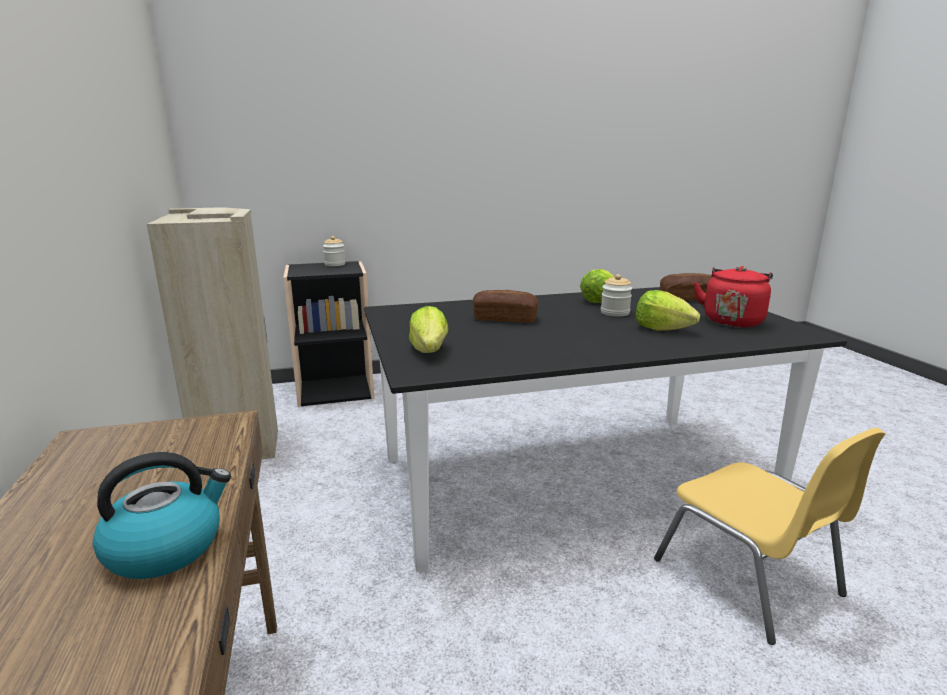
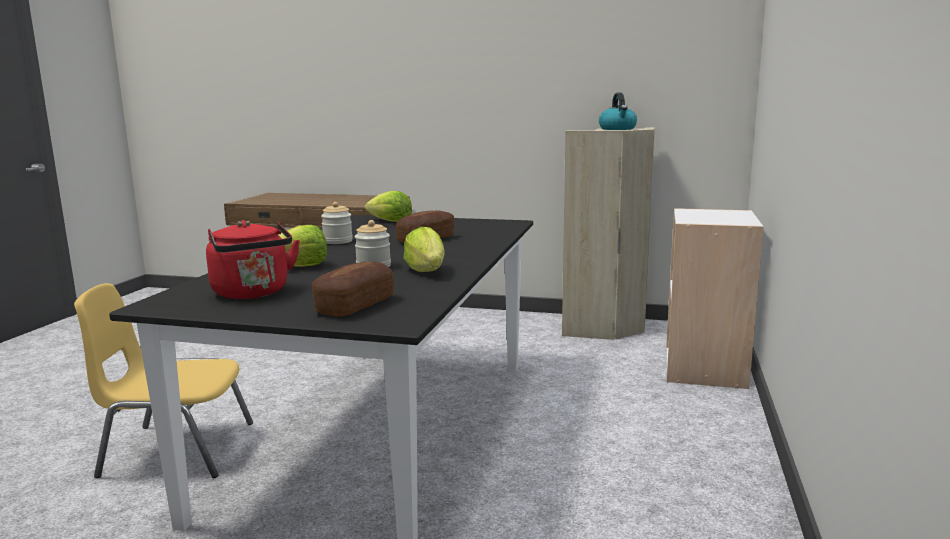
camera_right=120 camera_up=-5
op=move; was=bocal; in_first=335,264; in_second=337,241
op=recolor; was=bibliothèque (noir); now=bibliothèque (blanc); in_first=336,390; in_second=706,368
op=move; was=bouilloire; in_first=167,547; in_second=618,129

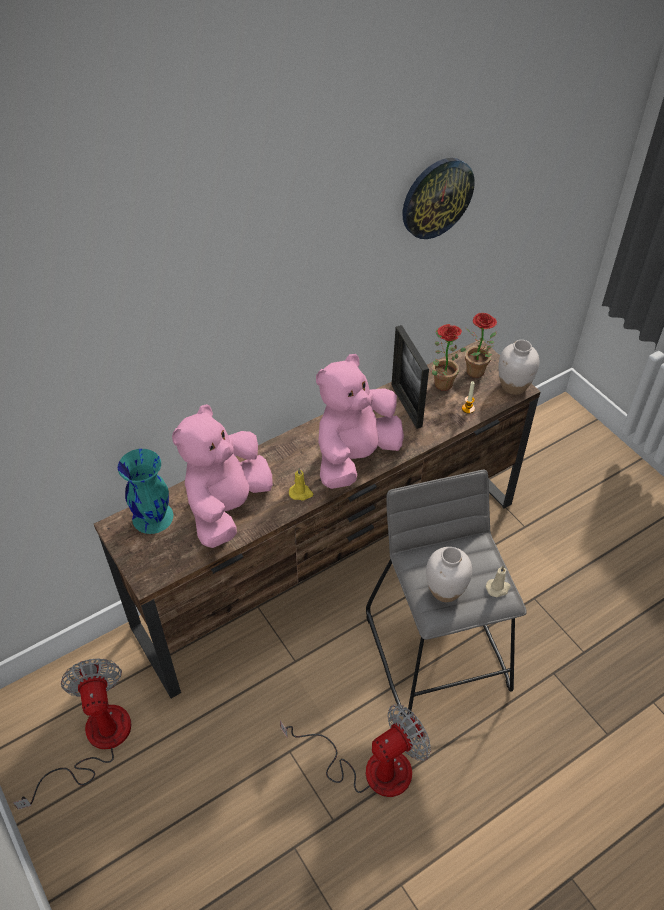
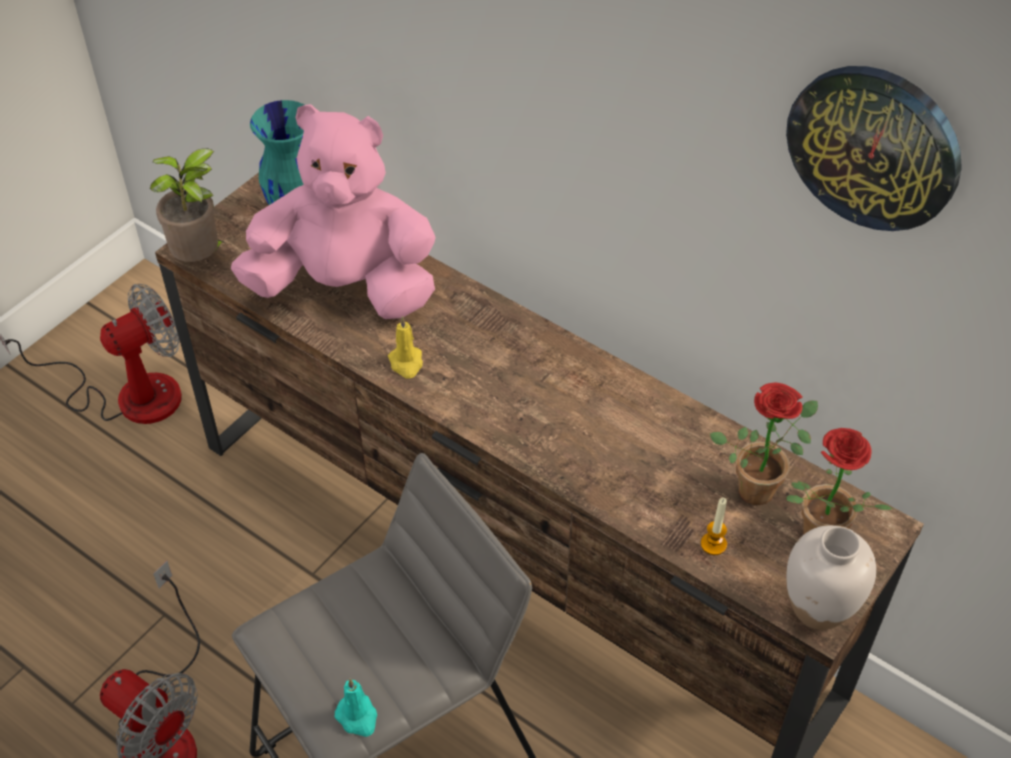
camera_right=70 camera_up=0
op=delete; was=cadre photo; in_first=406,405
op=delete; was=peluche (rose); in_first=355,456
op=delete; was=vase (blanc); in_first=445,590
op=recolor; was=bougie (beige); now=bougie (turquoise); in_first=498,588; in_second=358,717
op=insert; now=plante en pot; in_second=201,259

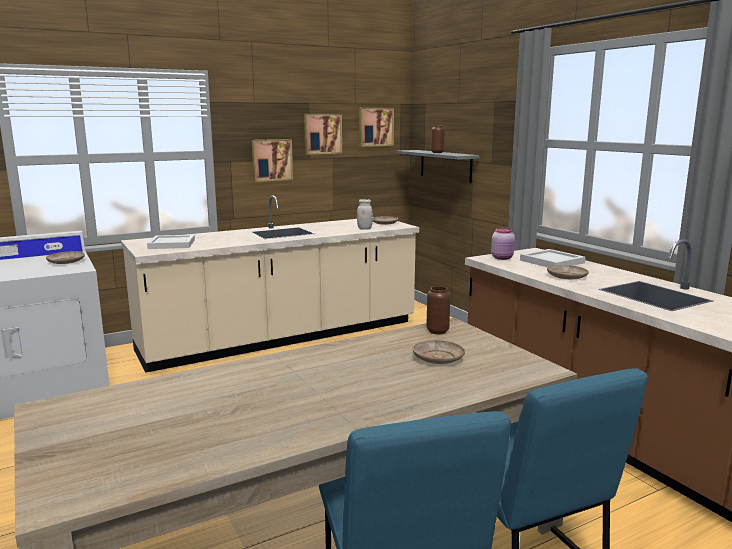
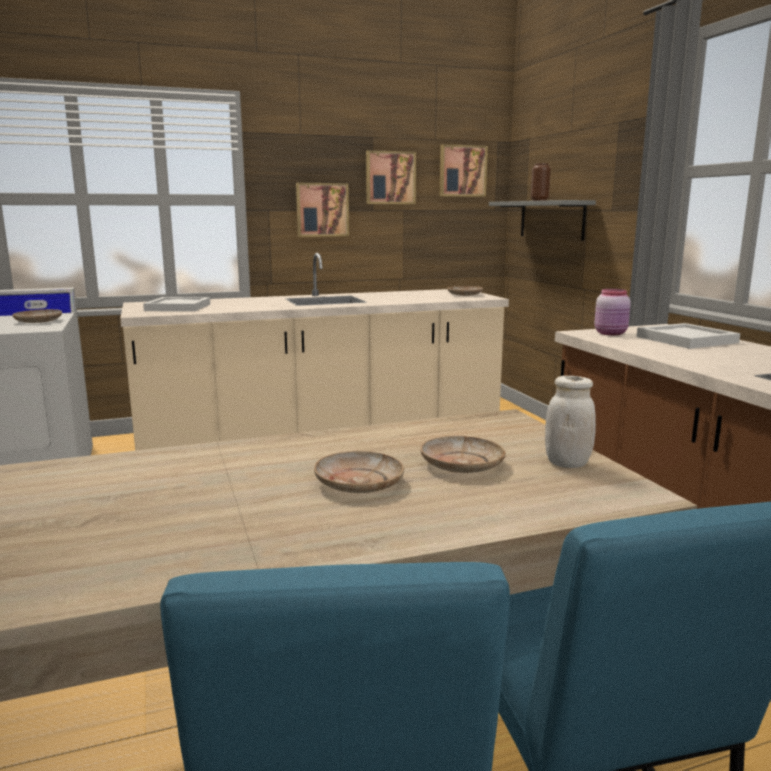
camera_right=10 camera_up=0
op=move; was=bocal (blanc); in_first=364,228; in_second=567,463
op=move; was=assiette (beige); in_first=566,277; in_second=359,483
op=delete; was=vase (marron); in_first=437,331

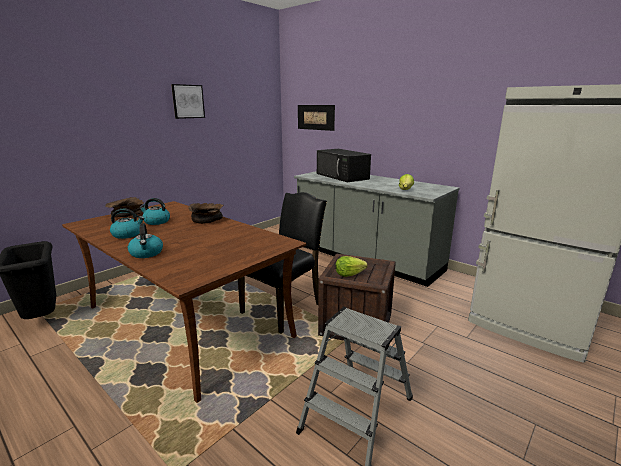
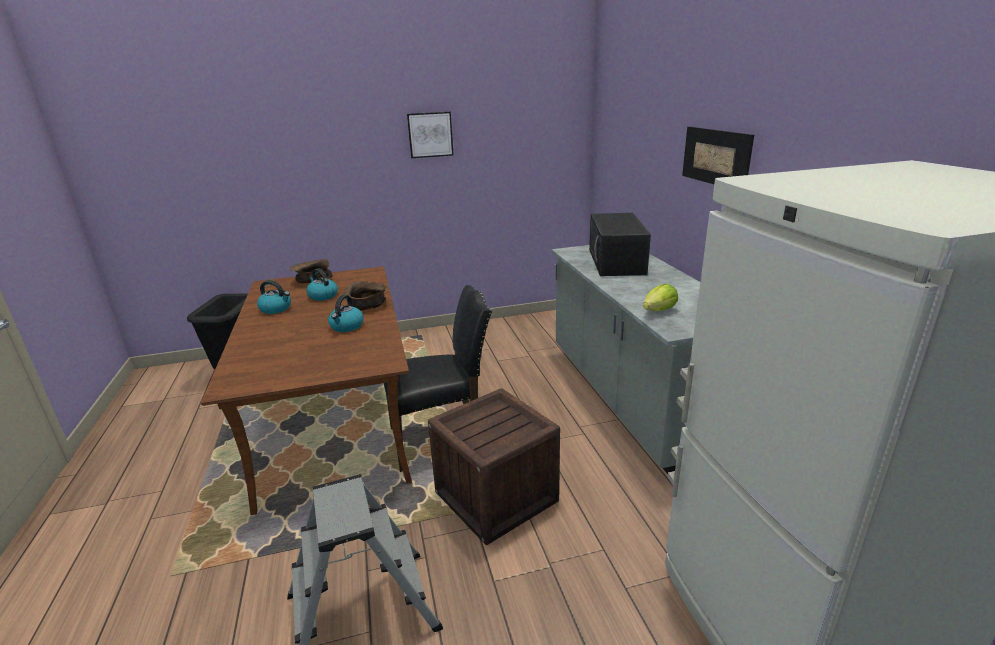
camera_right=35 camera_up=5
op=move; was=tableau; in_first=315,117; in_second=715,157
op=move; was=bouilloire; in_first=146,253; in_second=347,326
op=delete; was=laitue; in_first=349,274

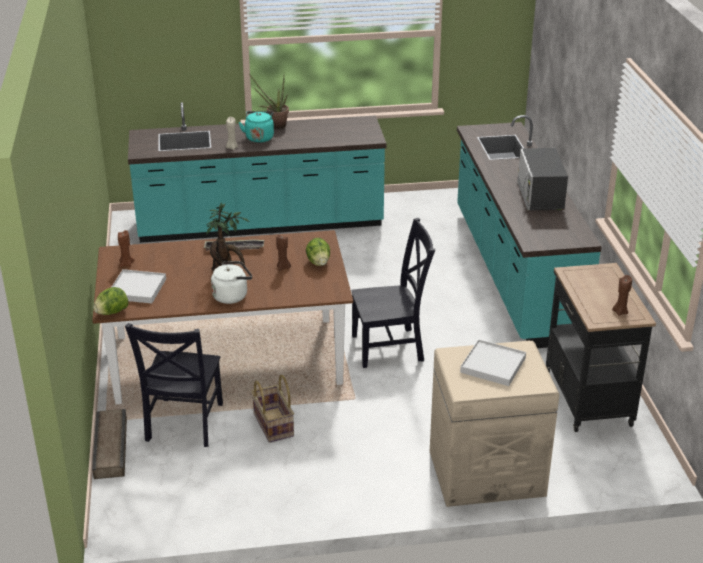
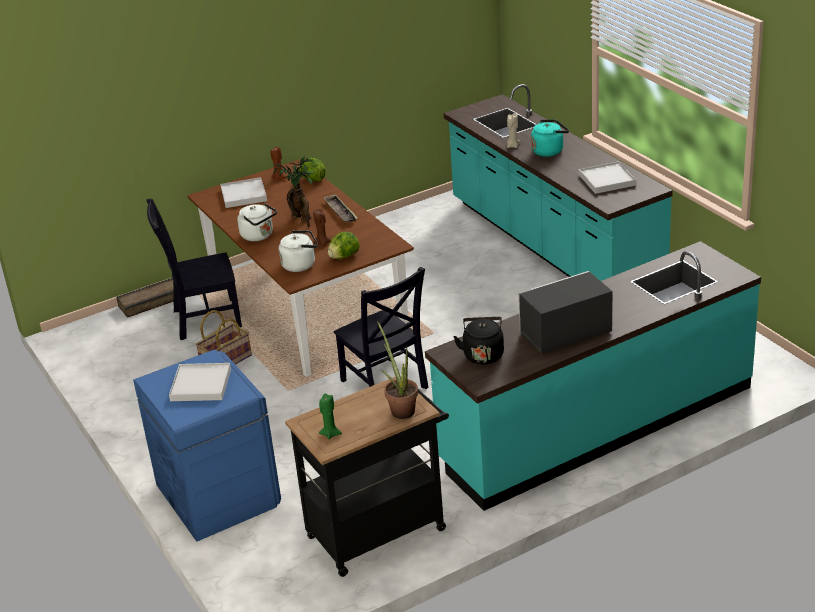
camera_right=70 camera_up=0
op=move; was=plante en pot; in_first=274,126; in_second=400,409
op=recolor; was=bougie (marron); now=bougie (vert); in_first=620,312; in_second=330,434
op=move; was=laitue; in_first=112,312; in_second=312,180
op=recolor; was=lave-linge (beige); now=lave-linge (bleu); in_first=484,469; in_second=219,493
op=insert; now=plateau (blanc); in_second=607,180
op=insert; now=bouilloire (blanc); in_second=301,264
op=insert; now=bouilloire (noir); in_second=483,354

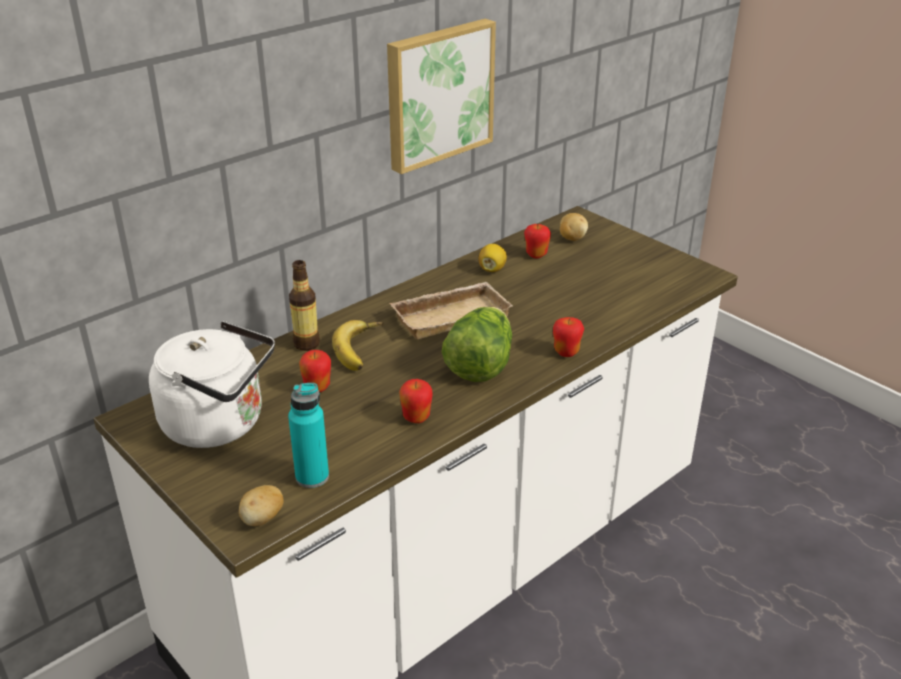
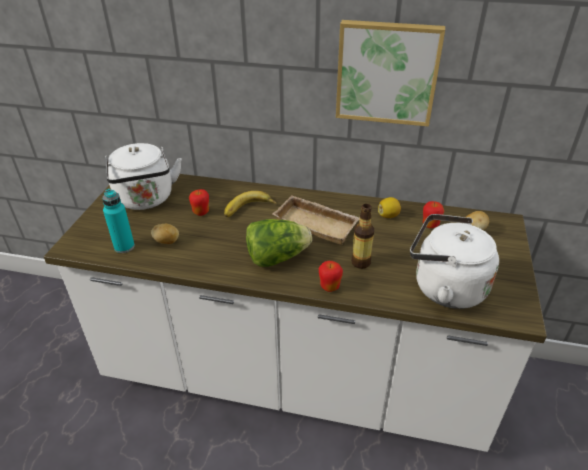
camera_right=55 camera_up=5
op=move; was=bouteille; in_first=306,344; in_second=361,262
op=delete; was=pomme; in_first=416,418
op=move; was=pomme de terre; in_first=262,519; in_second=167,242
op=insert; now=bouilloire (blanc); in_second=444,287

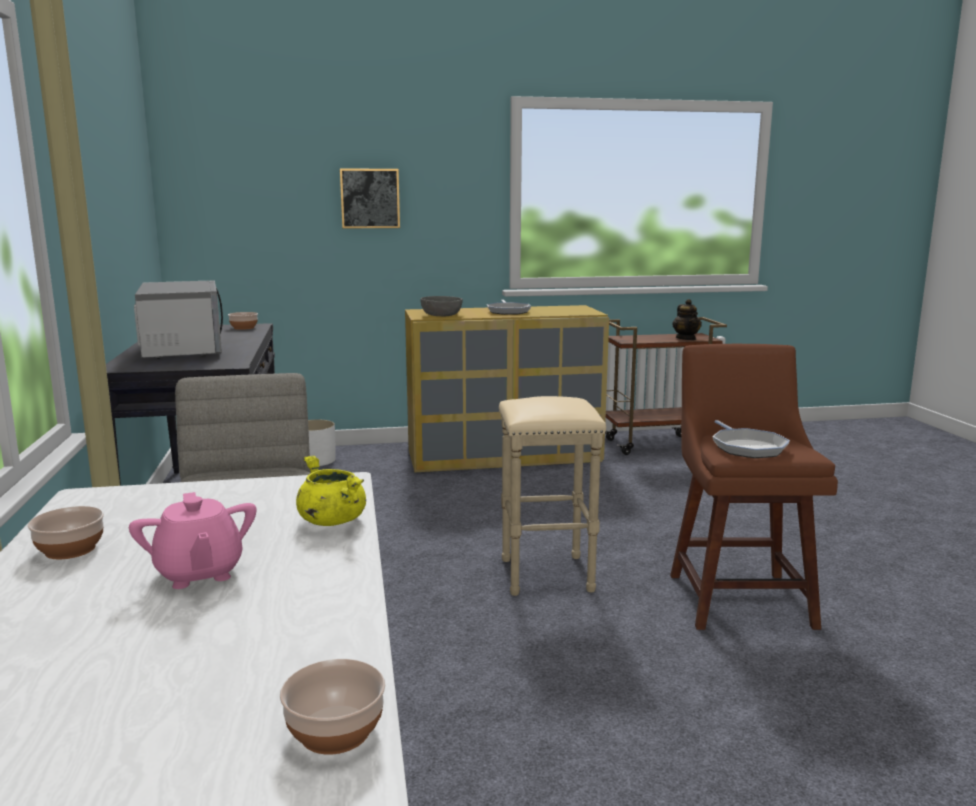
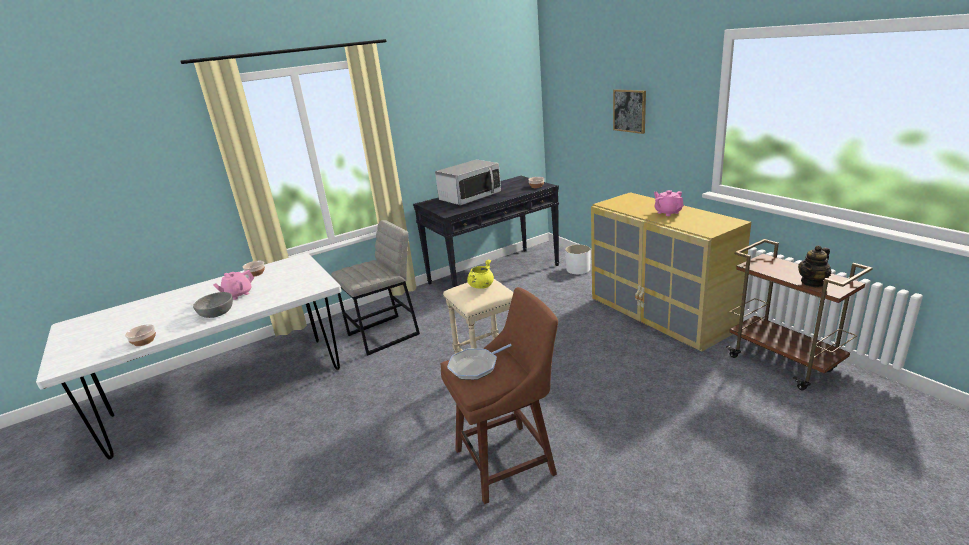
camera_right=70 camera_up=10
op=move; was=bol (gris); in_first=442,315; in_second=217,313
op=replace; was=poêle; now=théière (rose); in_first=508,311; in_second=667,212
op=move; was=marmite (jaune); in_first=331,521; in_second=481,286

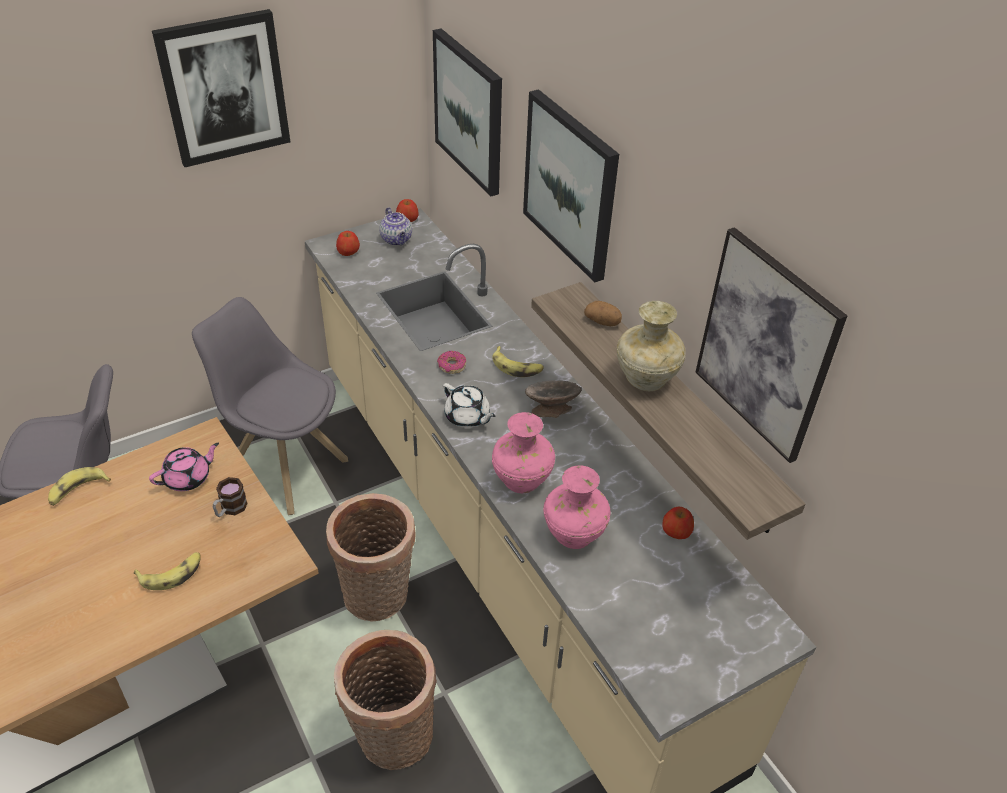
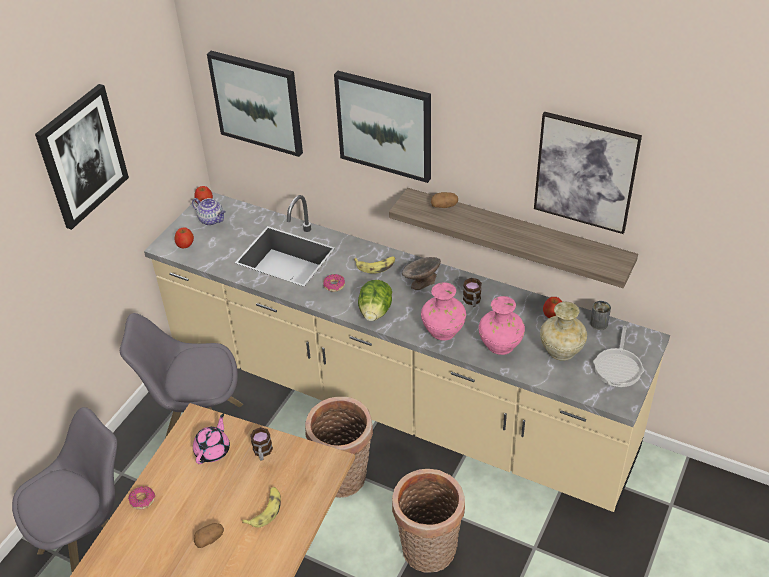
camera_right=-30 camera_up=0
op=move; was=vase (beige); in_first=645,380; in_second=561,352
op=replace; was=théière (blanc); now=laitue; in_first=467,417; in_second=375,312
op=replace; was=banane; now=beignet; in_first=78,490; in_second=142,500
op=insert; now=mug; in_second=472,301
op=insert; now=boîte métallique; in_second=598,323
op=insert; now=poêle; in_second=618,367
op=insert; now=pomme de terre; in_second=210,539

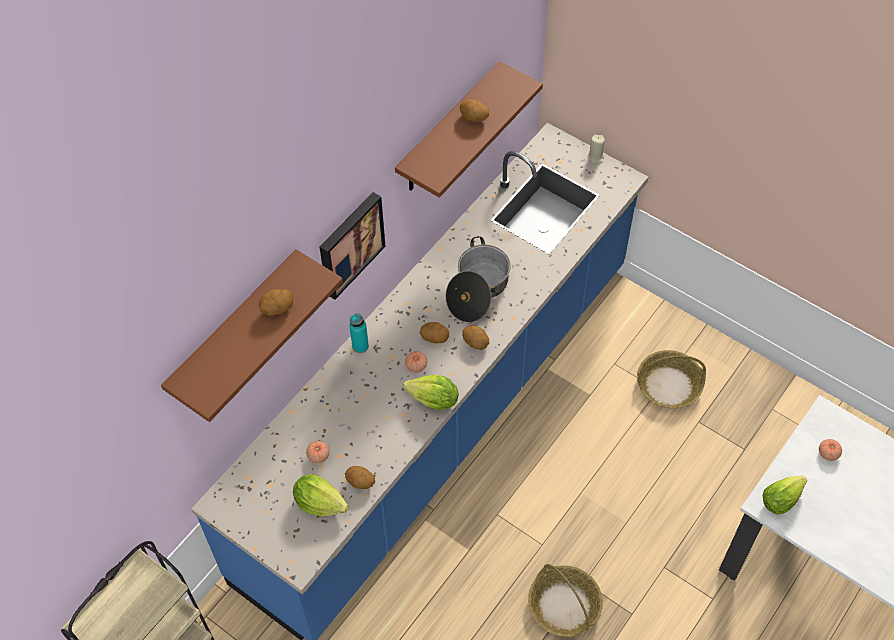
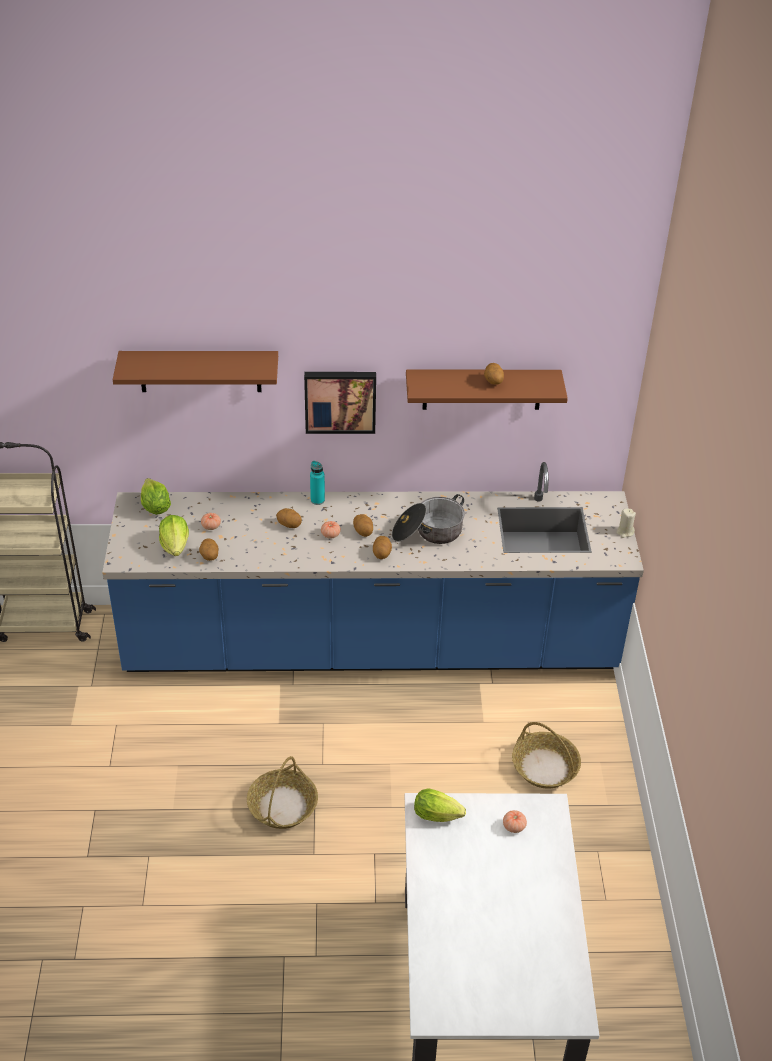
camera_right=50 camera_up=-15
op=move; was=pomme de terre; in_first=277,308; in_second=289,525
op=move; was=laitue; in_first=434,401; in_second=155,507

